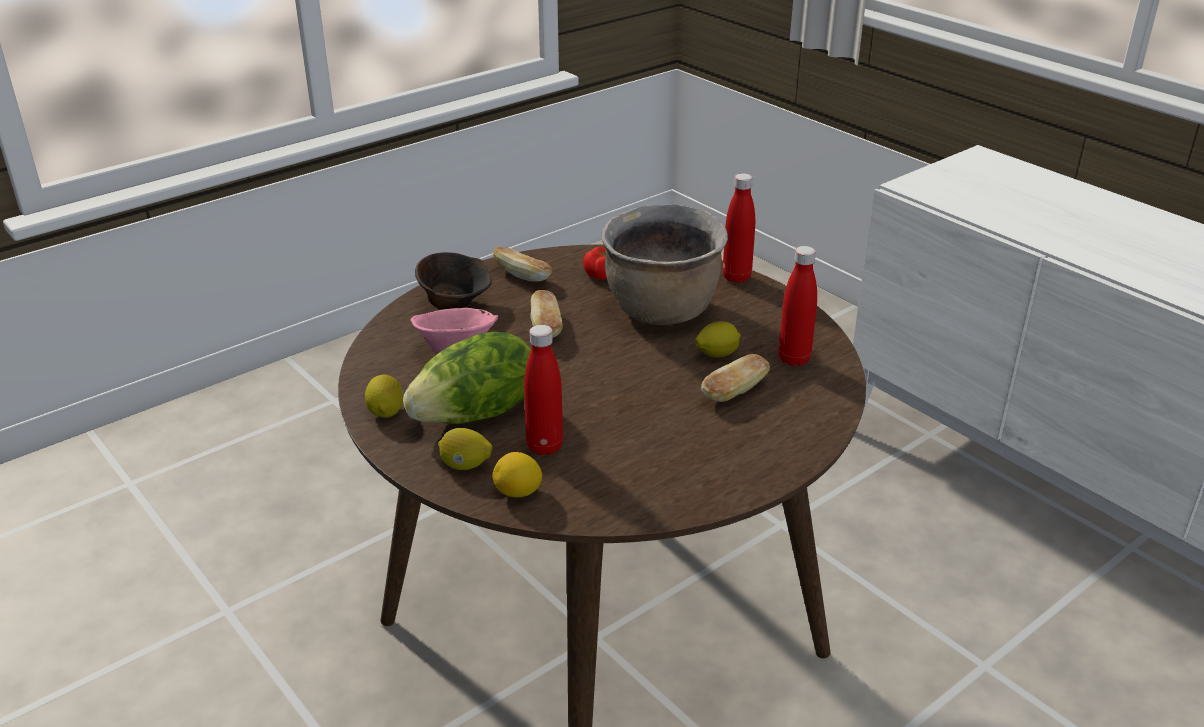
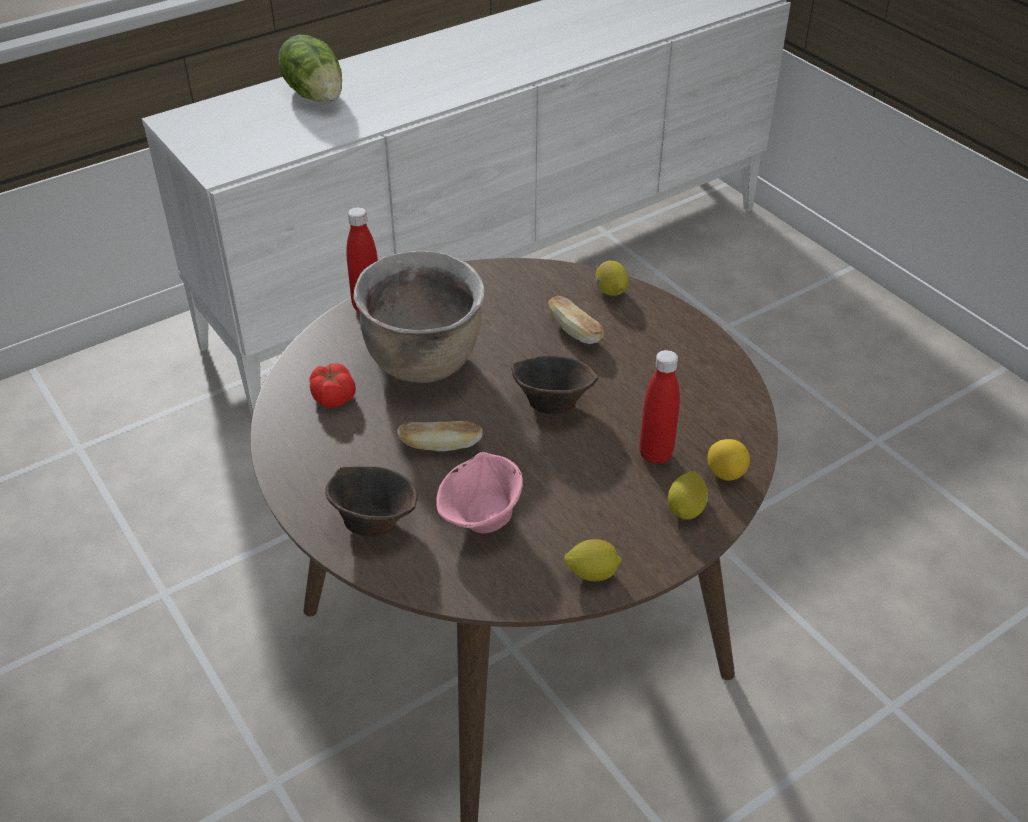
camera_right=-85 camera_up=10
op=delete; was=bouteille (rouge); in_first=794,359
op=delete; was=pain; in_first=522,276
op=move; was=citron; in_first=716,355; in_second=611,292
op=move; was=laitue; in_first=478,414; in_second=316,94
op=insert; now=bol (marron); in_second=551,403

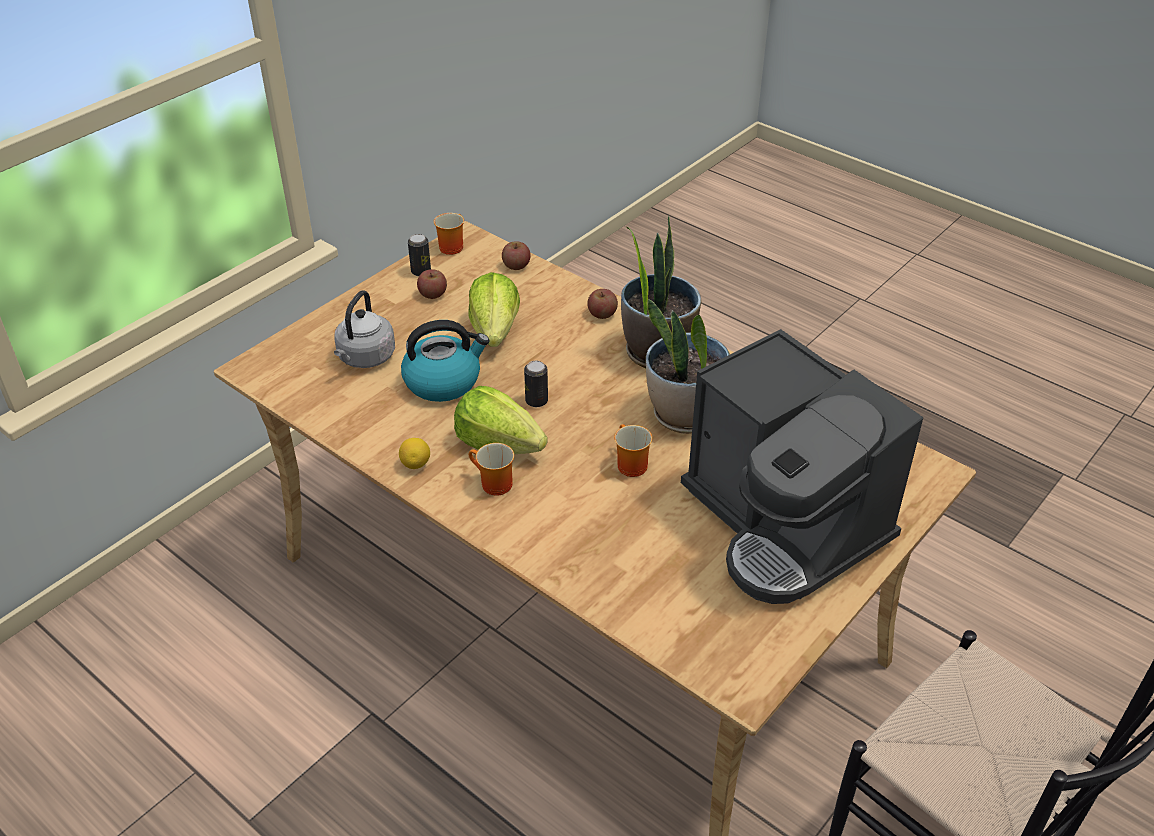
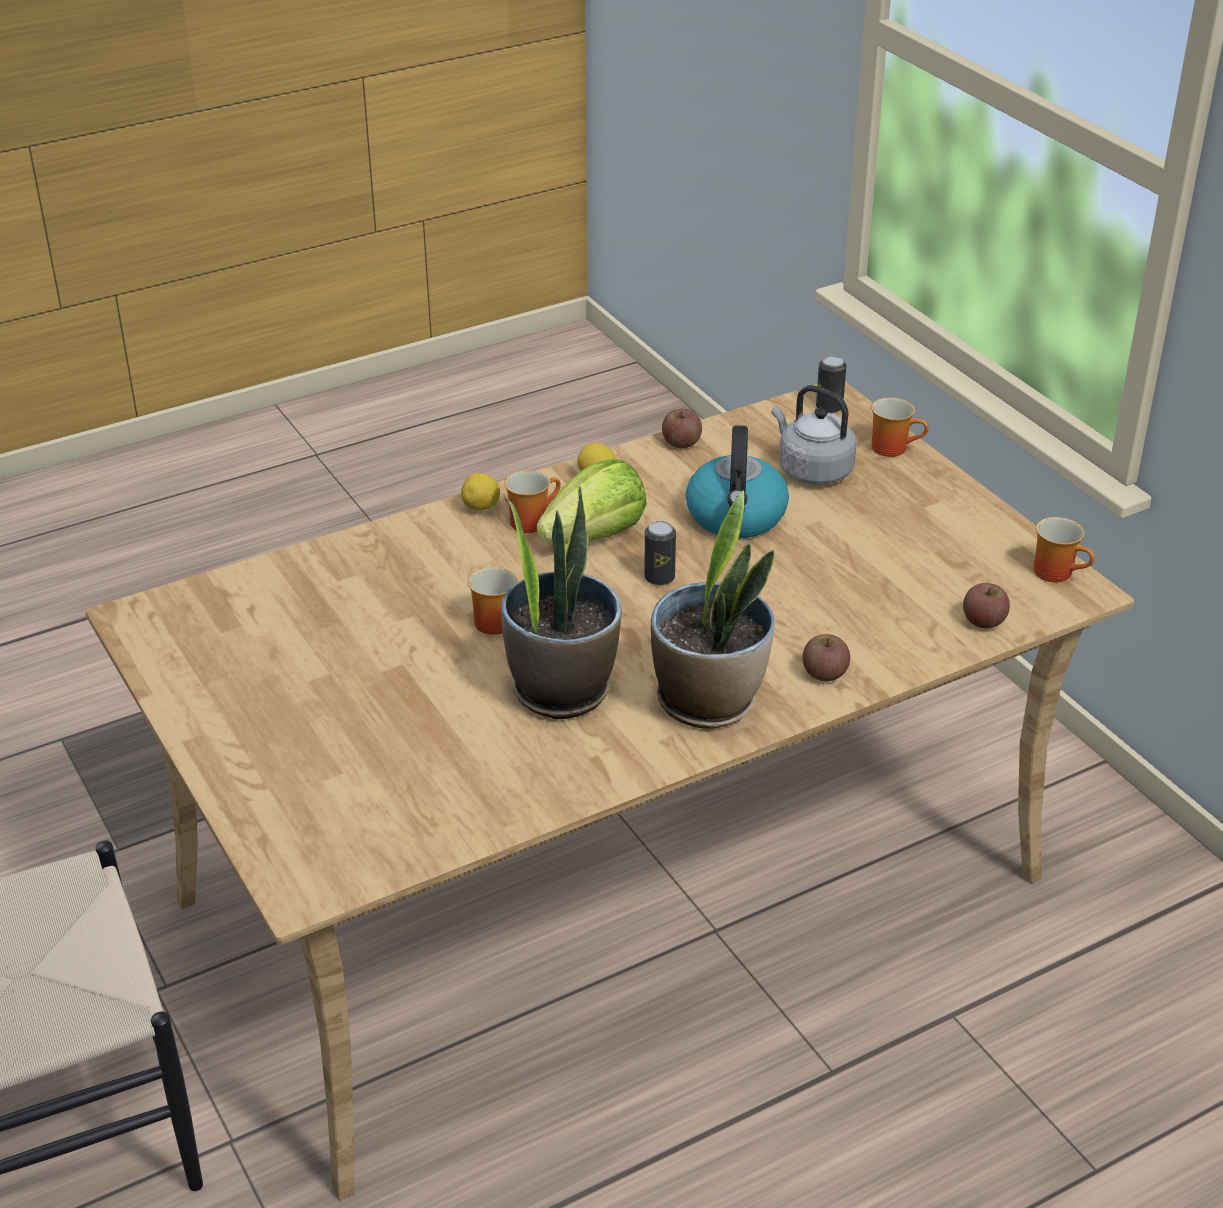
camera_right=110 camera_up=-5
op=move; was=boîte métallique; in_first=421,271; in_second=829,407
op=move; was=pomme; in_first=433,294; in_second=681,443
op=delete; was=laitue; in_first=495,331
op=delete; was=machine à café; in_first=784,525
op=insert; now=mug; in_second=893,447
op=insert; now=citron; in_second=481,507

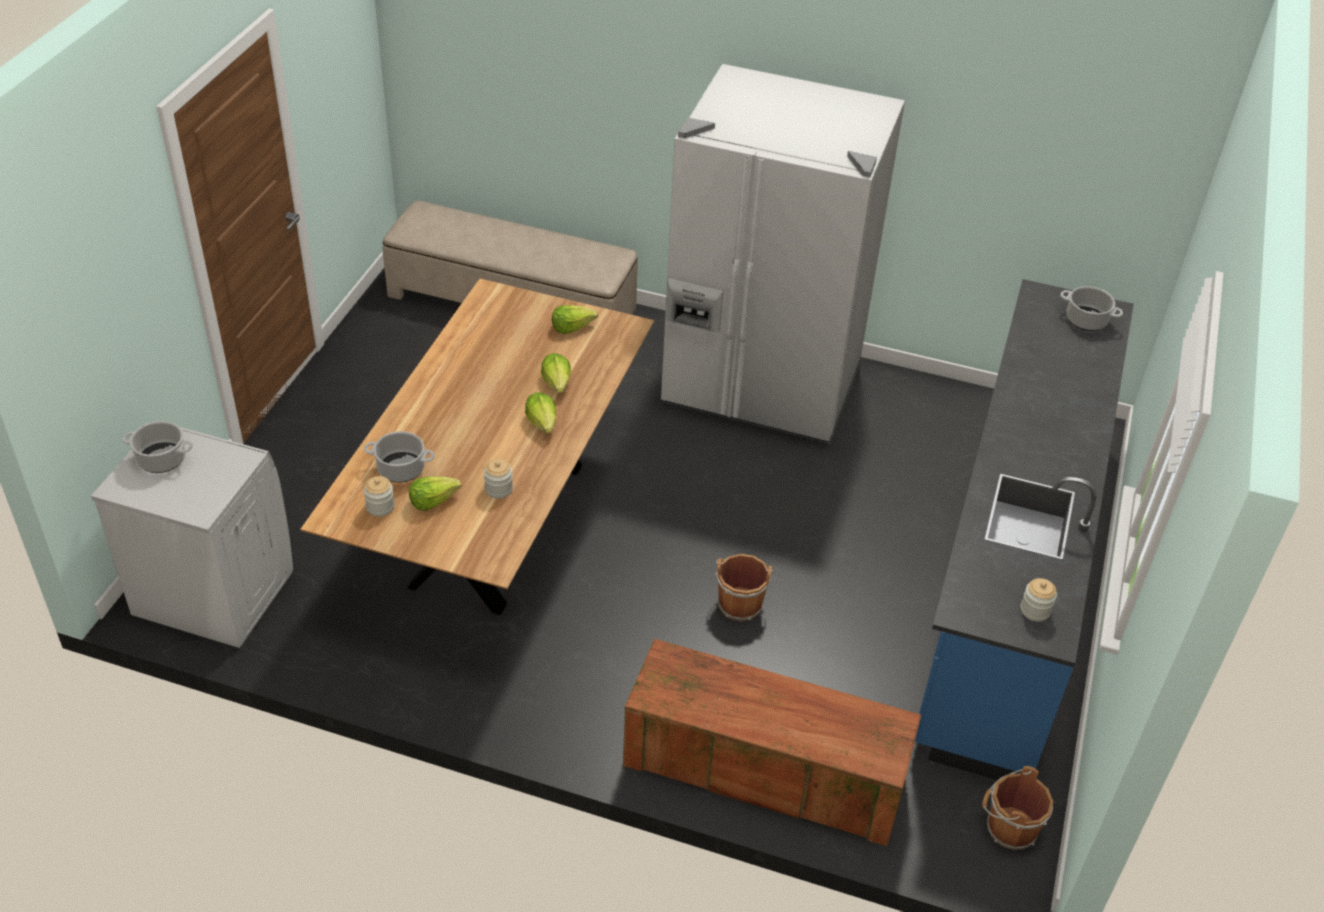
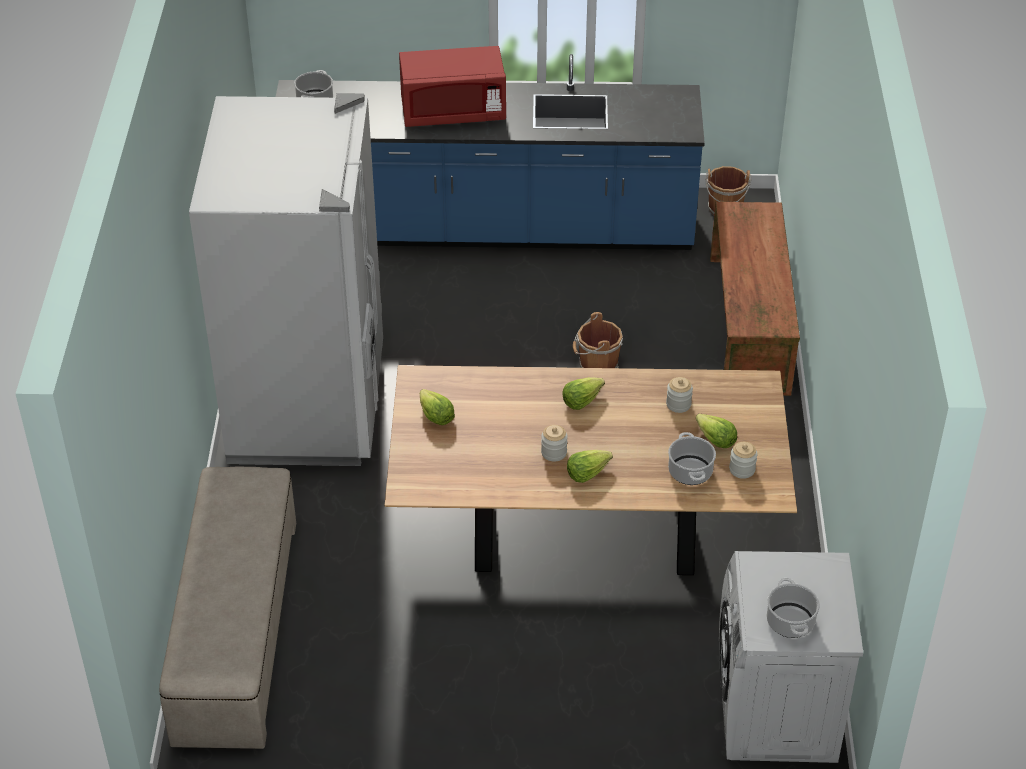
camera_right=-105 camera_up=0
op=move; was=laitue; in_first=557,383; in_second=587,472
op=move; was=bocal; in_first=1035,610; in_second=554,452
op=insert; now=micro-ondes (rouge); in_second=453,112

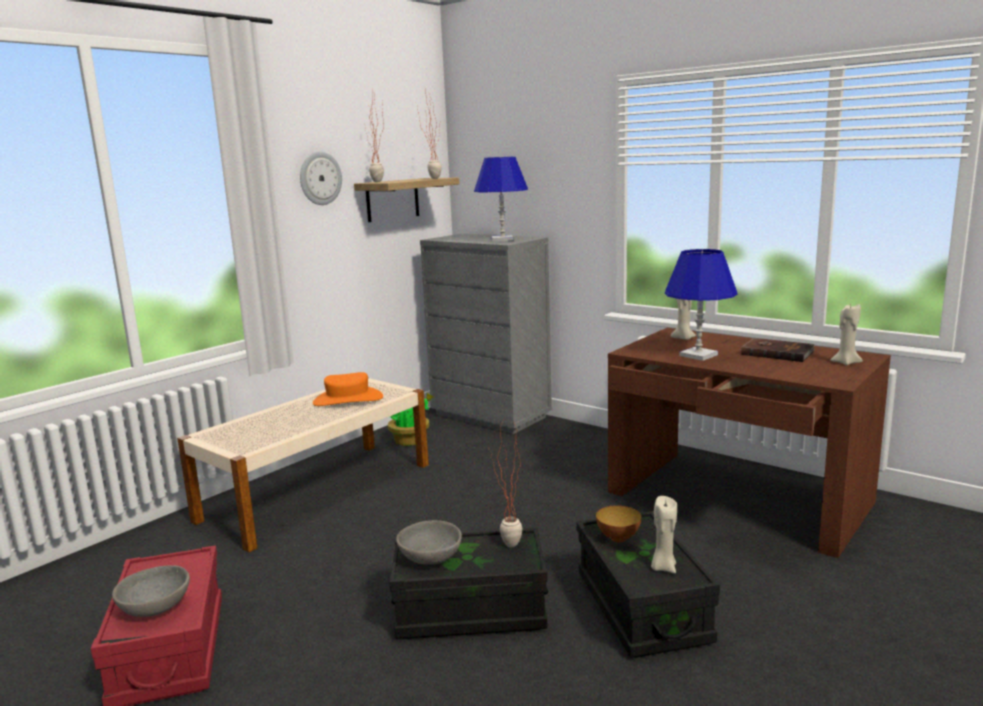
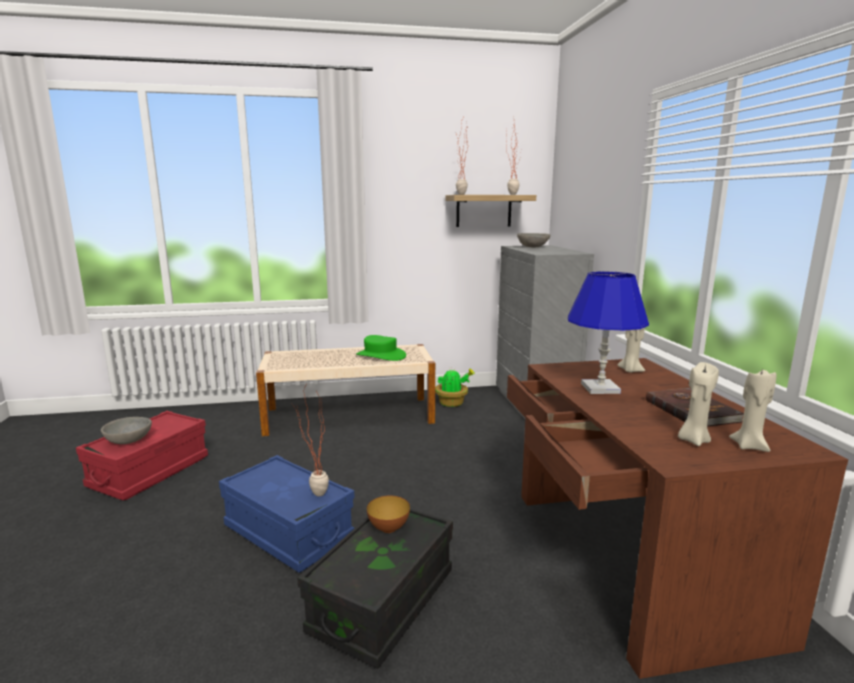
camera_right=40 camera_up=0
op=delete; was=horloge murale; in_first=320,178
op=delete; was=lampe de table (bleu); in_first=502,239
op=recolor; was=chapeau (orange); now=chapeau (vert); in_first=348,400; in_second=380,355
op=move; was=bougie (beige); in_first=663,567; in_second=693,440
op=move; was=bol (gris); in_first=431,558; in_second=533,247
op=recolor; was=boîte de rangement (noir); now=boîte de rangement (bleu); in_first=470,610; in_second=288,532

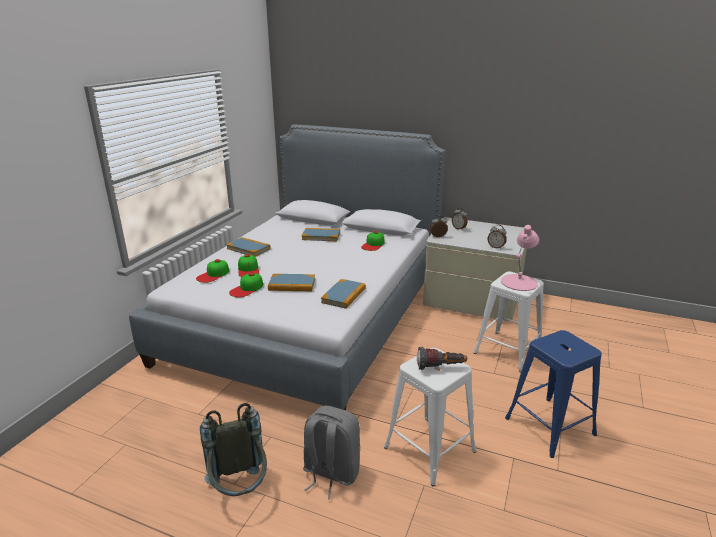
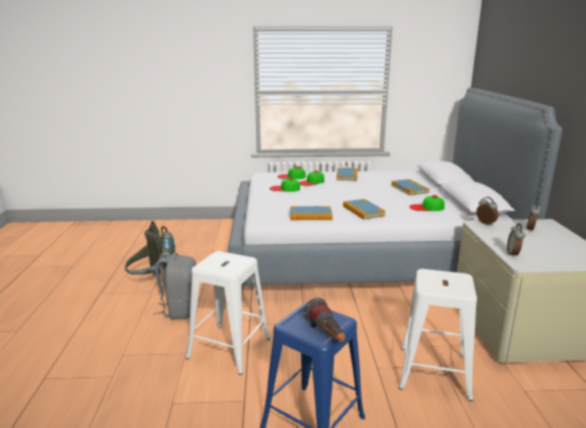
camera_right=65 camera_up=-5
op=delete; was=lampe de table (rose); in_first=519,282
op=move; was=livre; in_first=292,285; in_second=363,211
op=move; was=lampe de poche; in_first=441,367; in_second=327,334

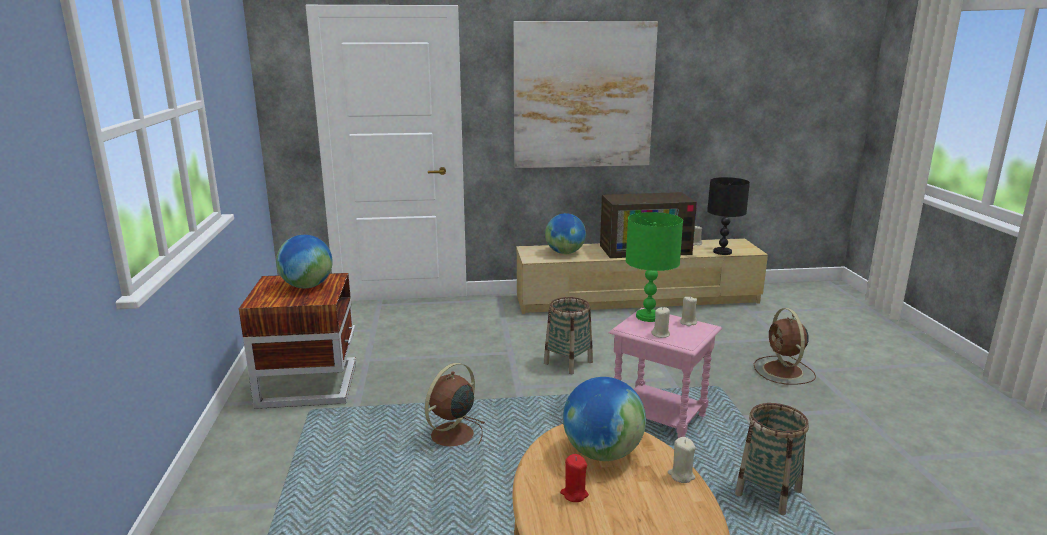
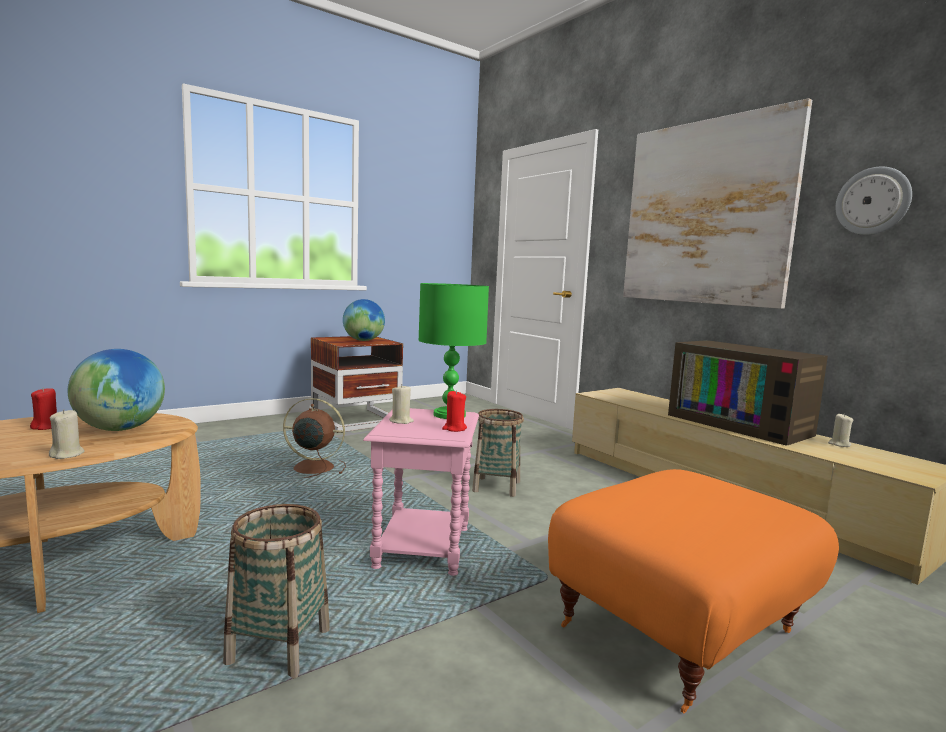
camera_right=60 camera_up=-10
op=delete; was=lampe de table (noir); in_first=722,252
op=delete; was=globe; in_first=564,253
op=recolor; was=bougie (beige); now=bougie (rouge); in_first=688,322; in_second=454,429
op=replace; was=ventilateur (marron); now=pouf (orange); in_first=783,371; in_second=680,632
op=insert; now=horloge murale; in_second=873,201

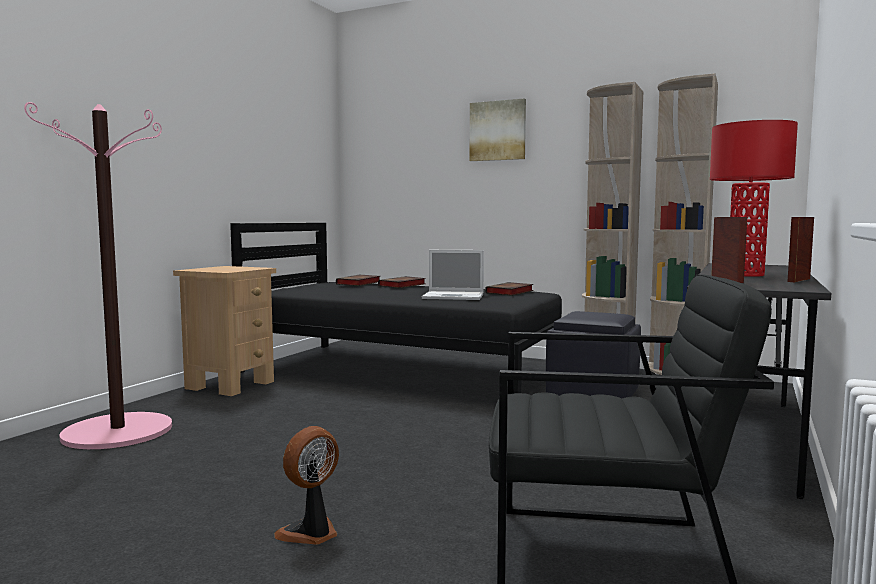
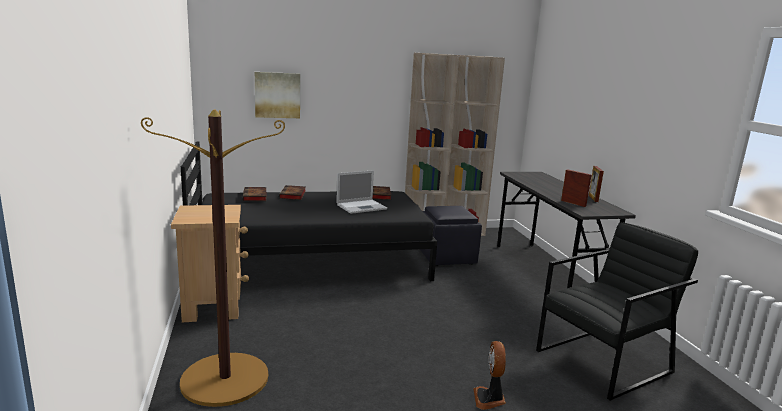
camera_right=-40 camera_up=10
op=move; was=tableau; in_first=498,131; in_second=277,95
op=recolor; was=portant (rose); now=portant (marron); in_first=118,431; in_second=225,379
op=delete; was=lampe de table (rouge); in_first=746,275

